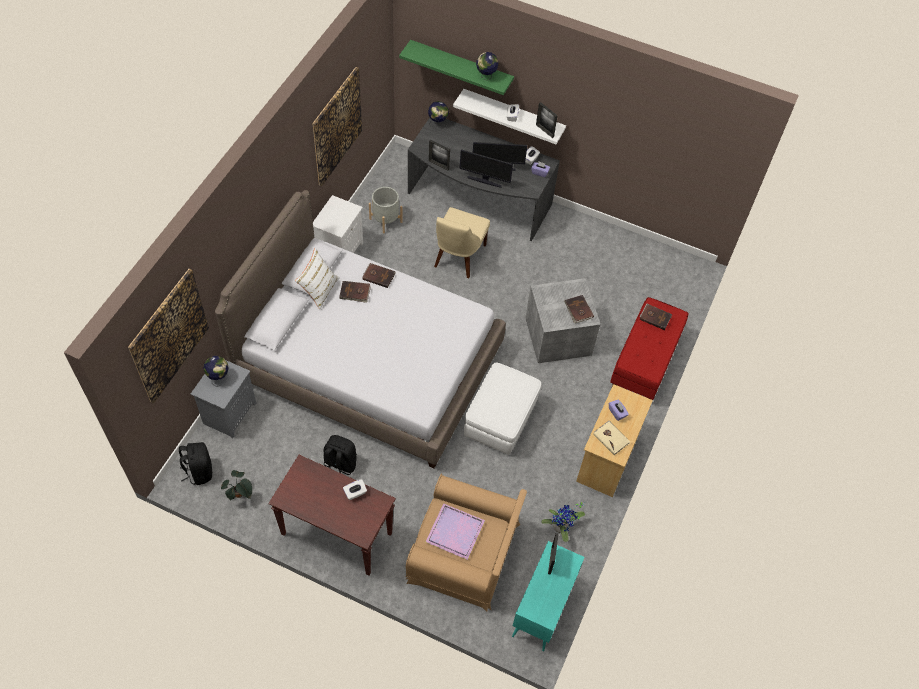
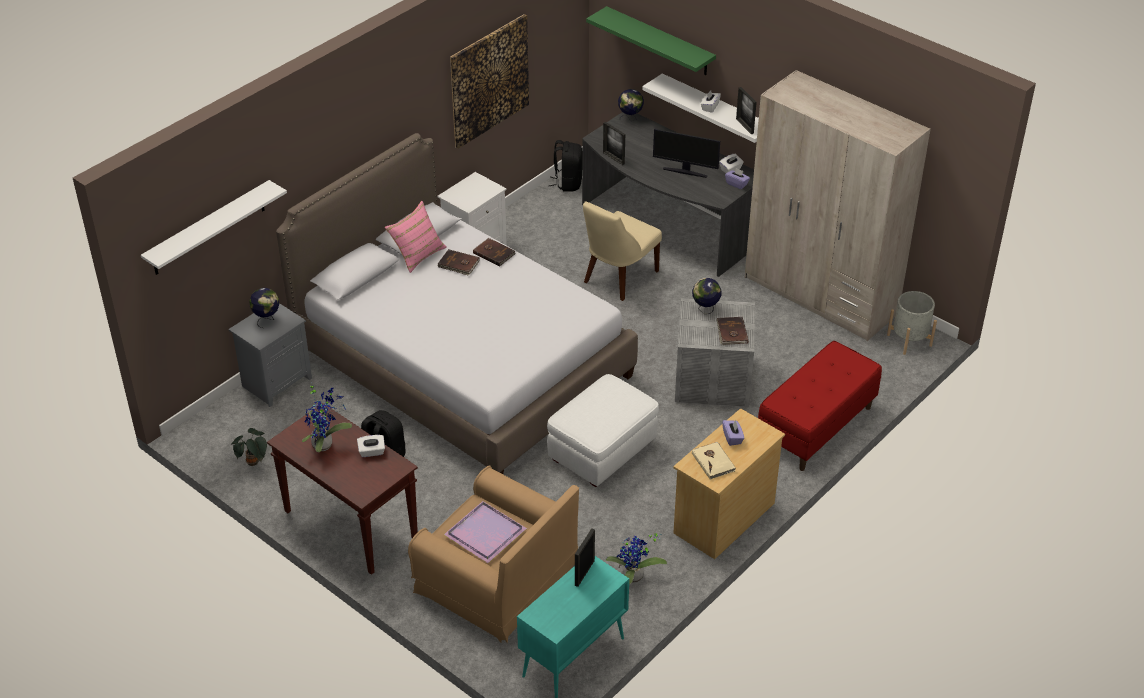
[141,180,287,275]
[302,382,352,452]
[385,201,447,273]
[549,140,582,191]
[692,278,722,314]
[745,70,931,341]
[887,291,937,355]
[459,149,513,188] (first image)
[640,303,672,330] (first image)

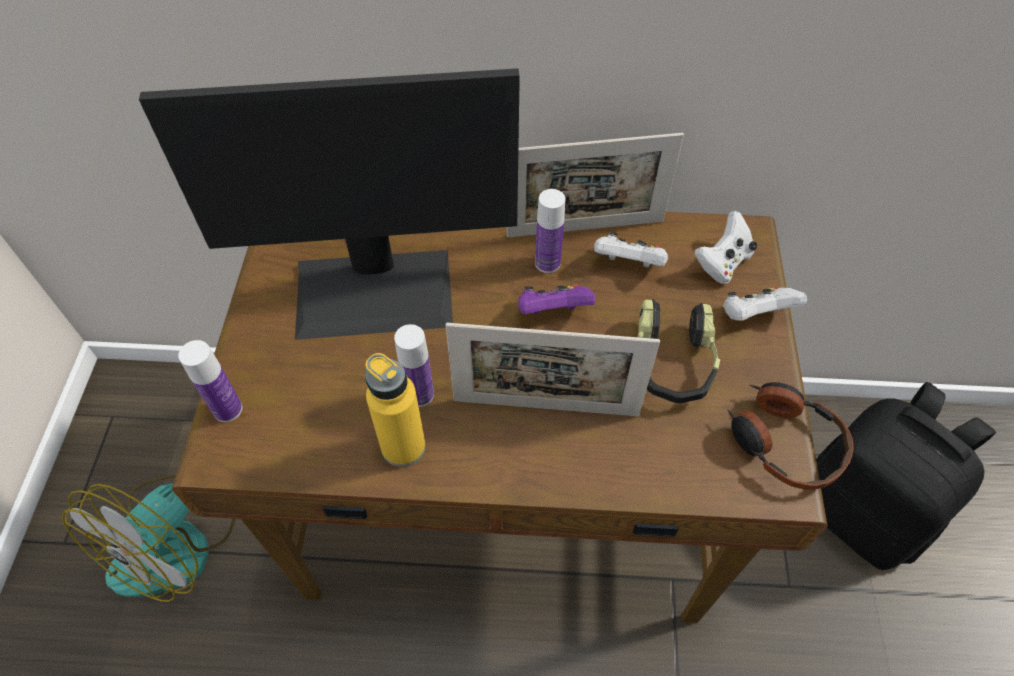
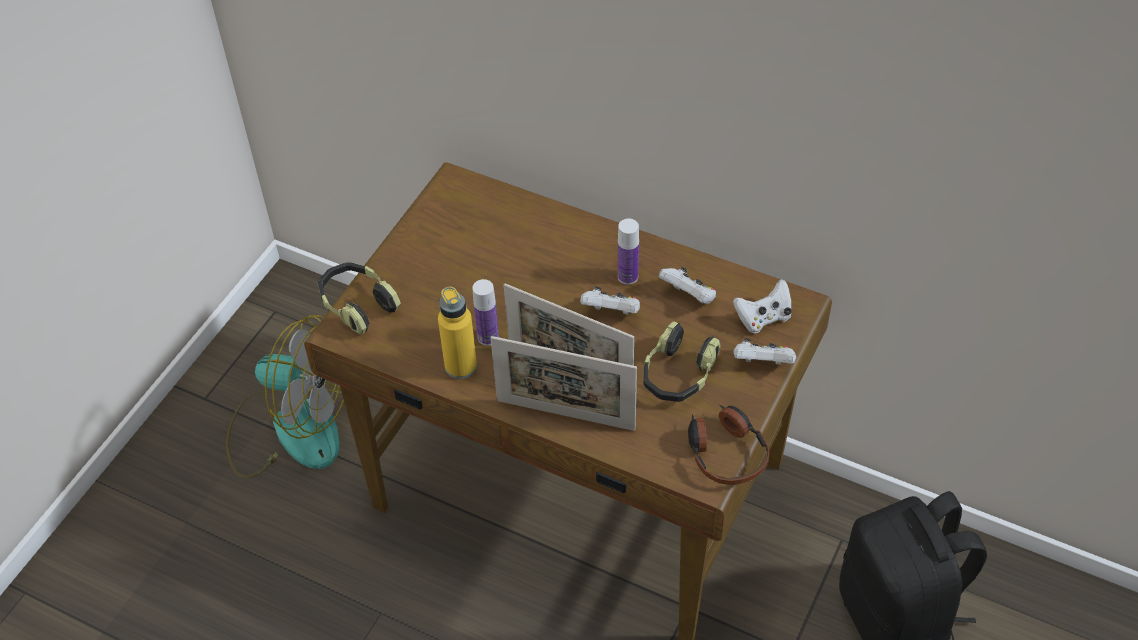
[226,315,344,478]
[317,262,401,335]
[491,336,637,431]
[580,286,640,315]
[139,68,520,340] (first image)

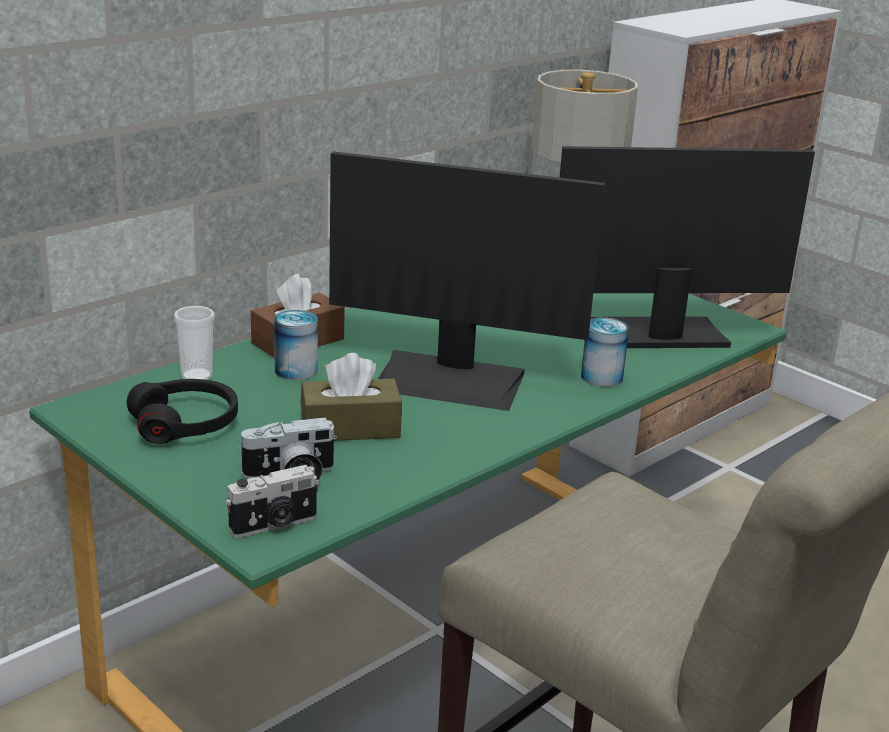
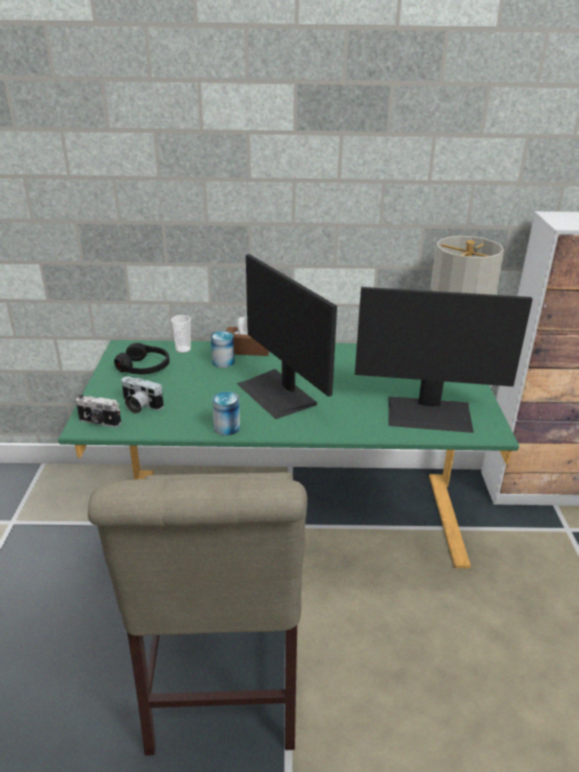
[212,392,240,436]
[355,287,533,433]
[300,353,402,441] (first image)

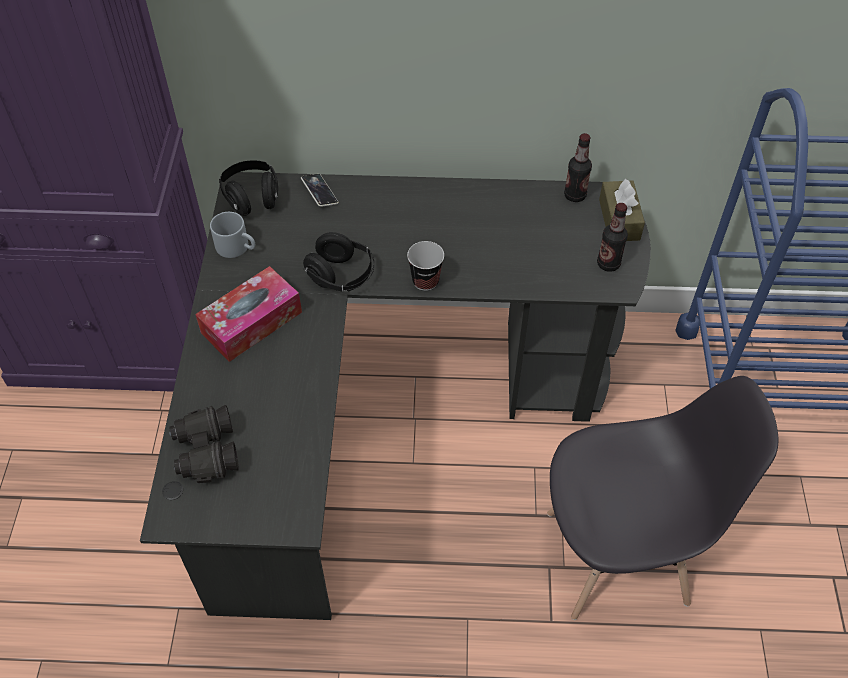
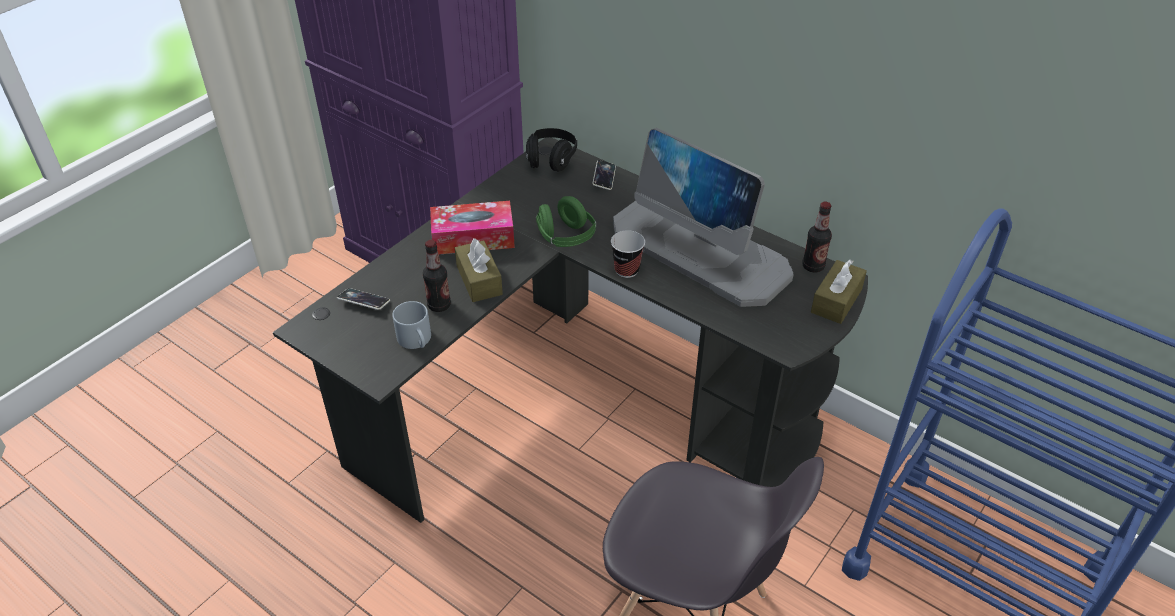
[337,288,390,310]
[392,301,431,349]
[423,240,451,312]
[455,238,503,302]
[536,196,596,247]
[613,128,794,307]

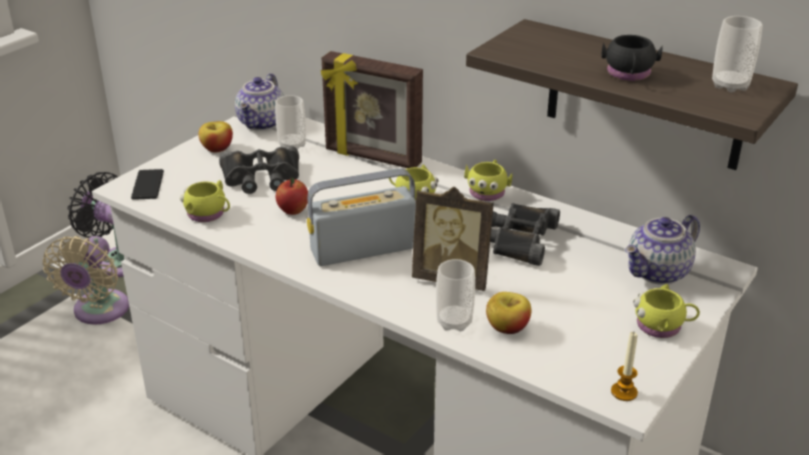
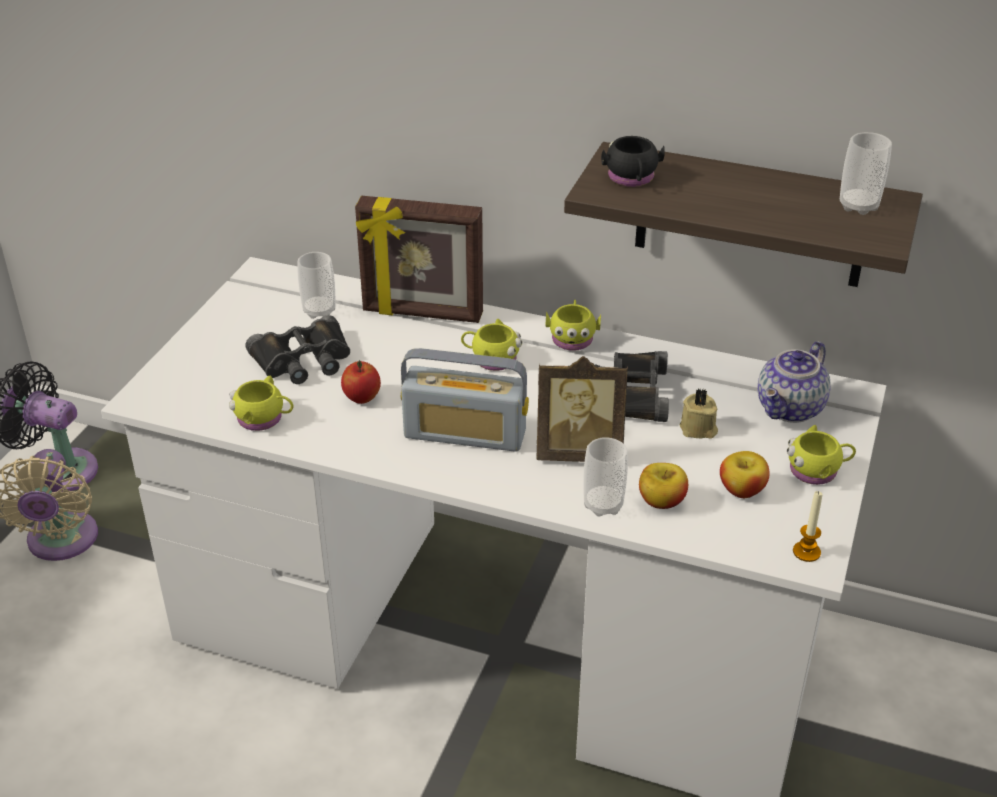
[401,348,529,452]
[601,136,665,187]
[680,388,718,439]
[720,451,770,498]
[131,169,164,200] (first image)
[235,73,284,131] (first image)

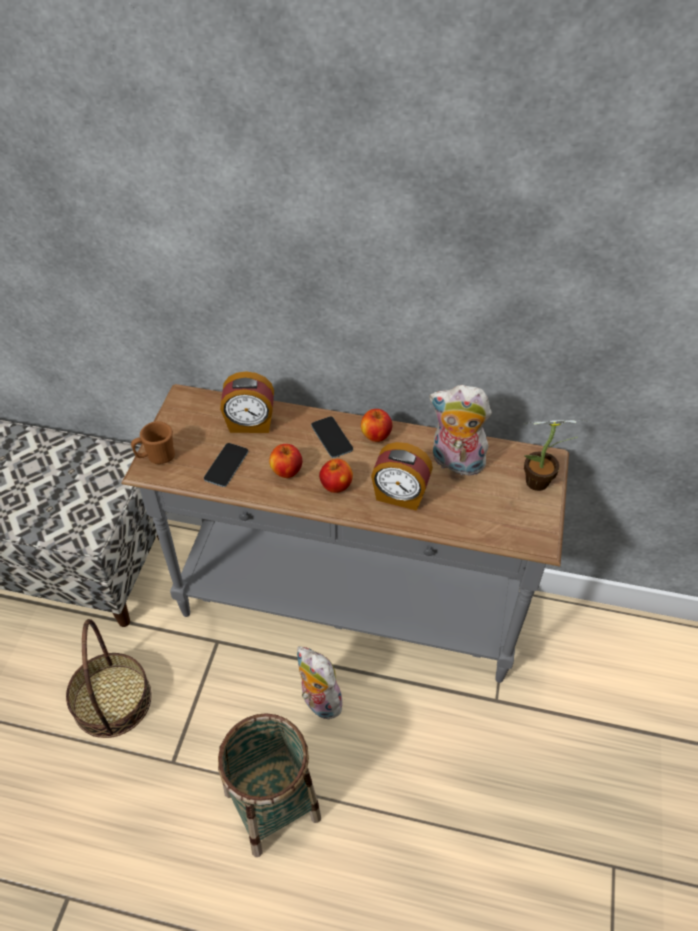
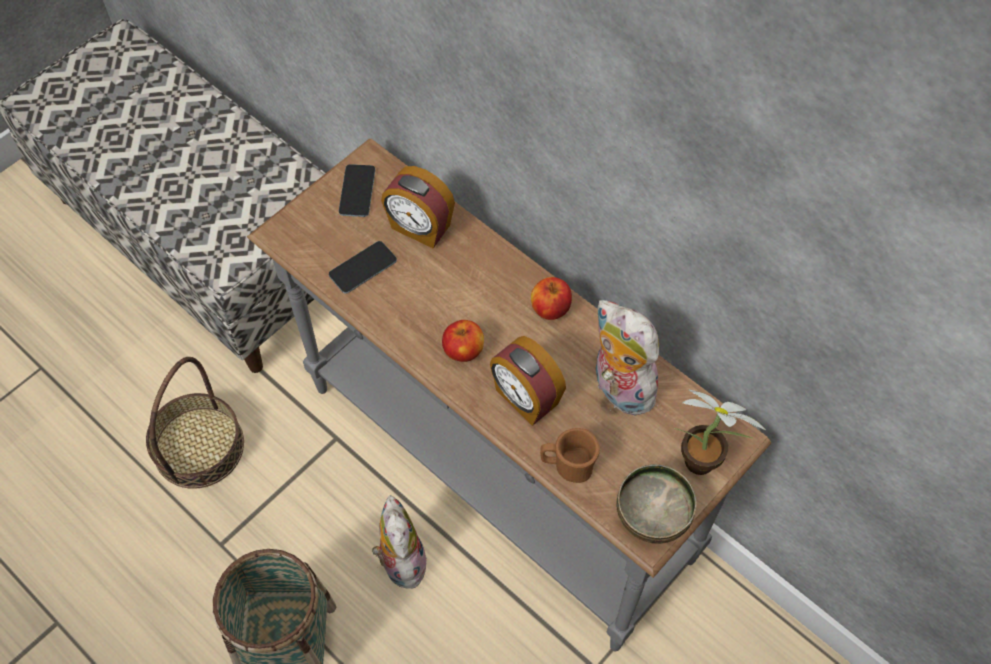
[339,164,375,217]
[540,428,600,483]
[616,464,697,544]
[269,444,302,478] (first image)

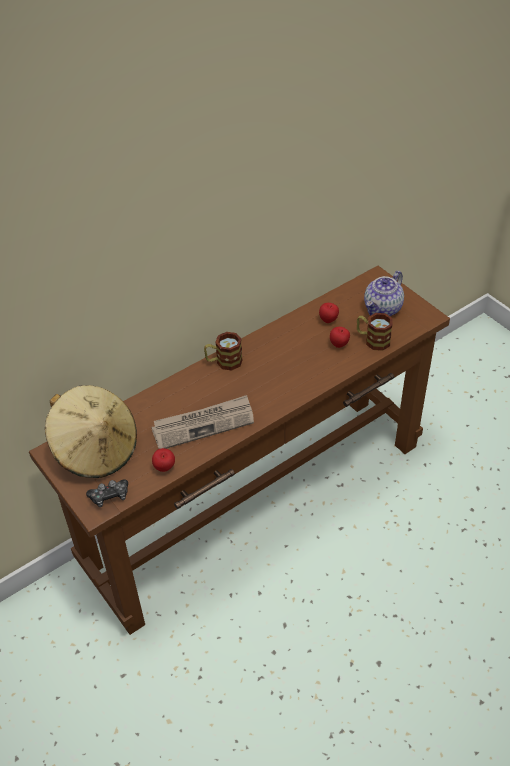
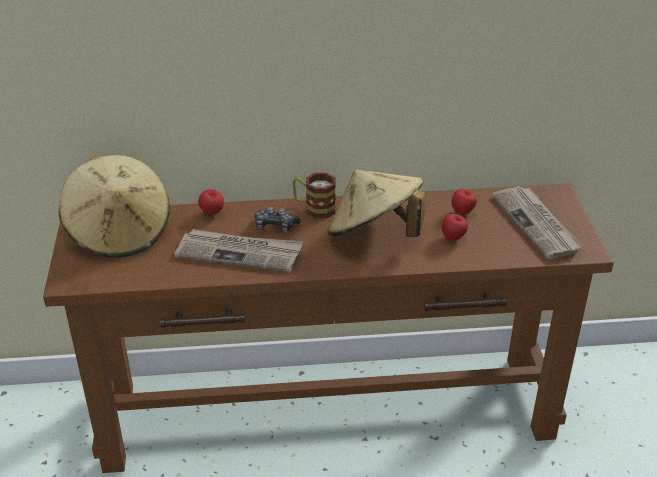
[198,189,224,215]
[255,207,301,232]
[328,170,426,237]
[492,187,584,259]
[357,313,393,351] (first image)

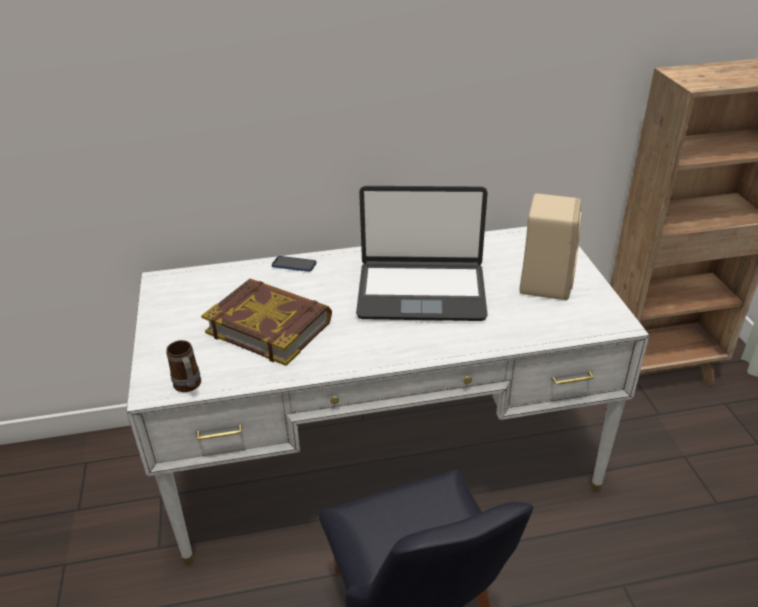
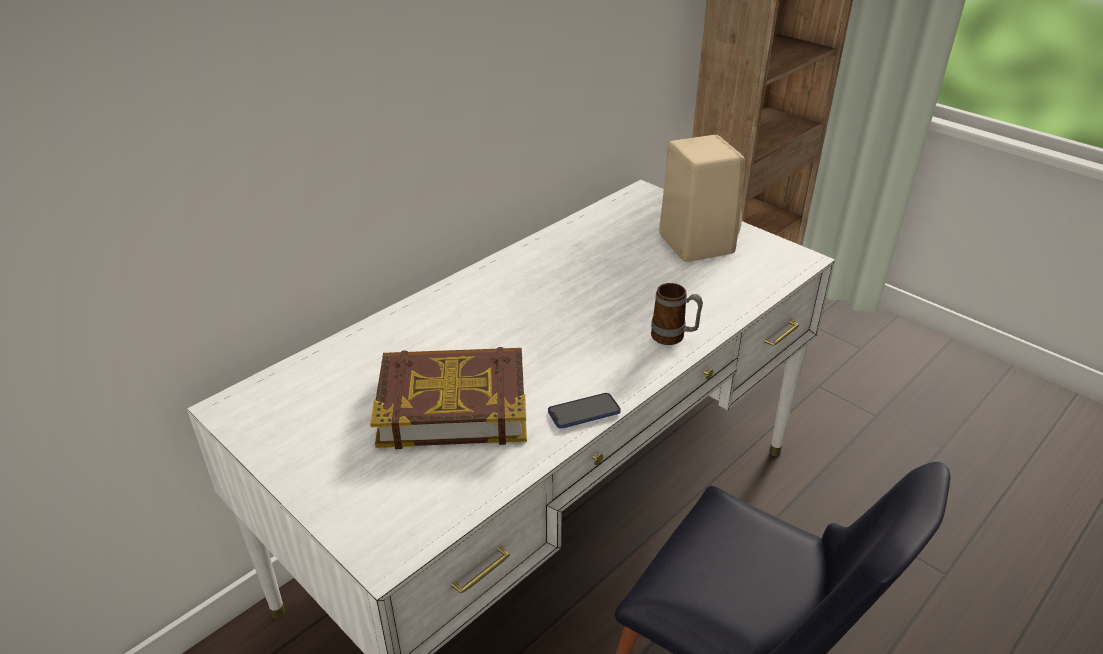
[548,393,621,429]
[651,283,703,345]
[356,186,488,321] (first image)

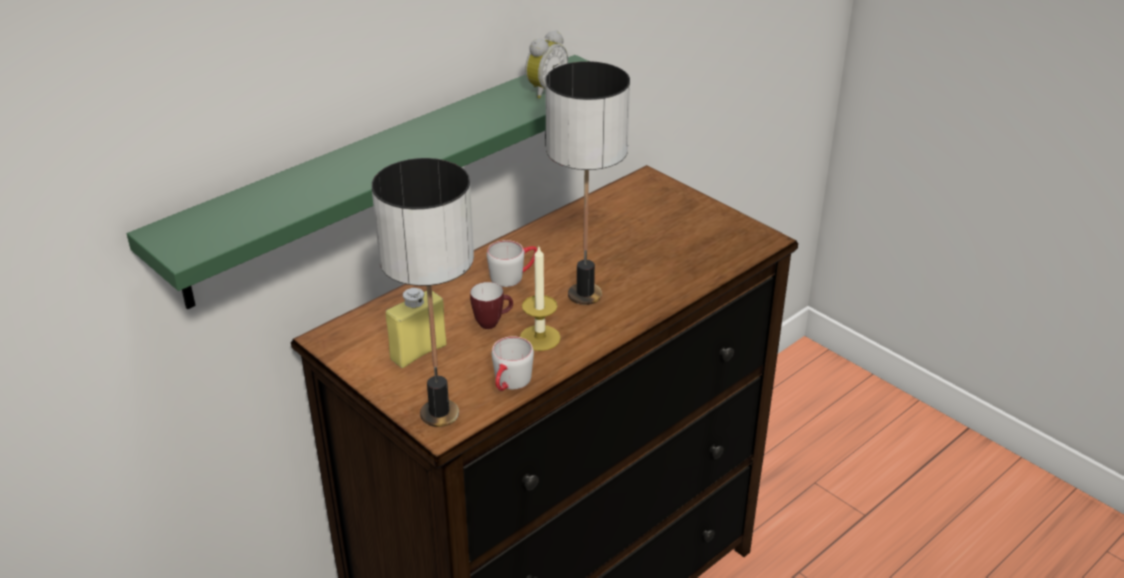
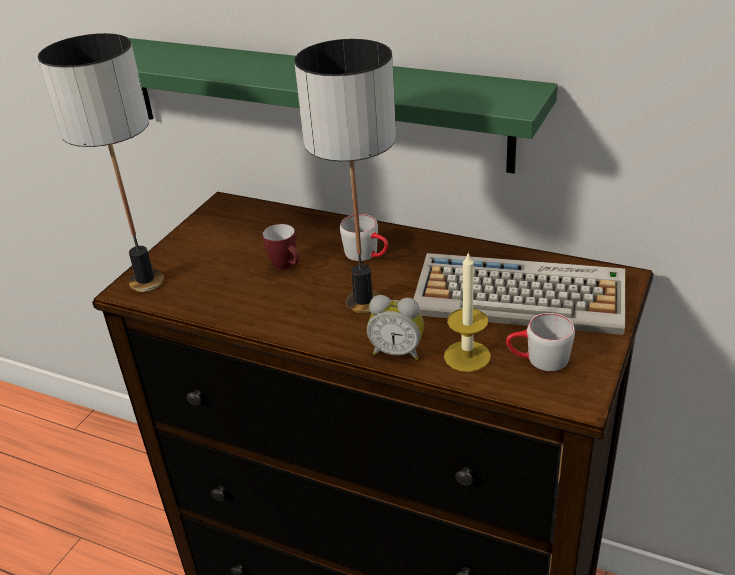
[367,295,424,360]
[414,253,625,335]
[444,252,491,372]
[506,313,575,371]
[386,288,446,368] (first image)

